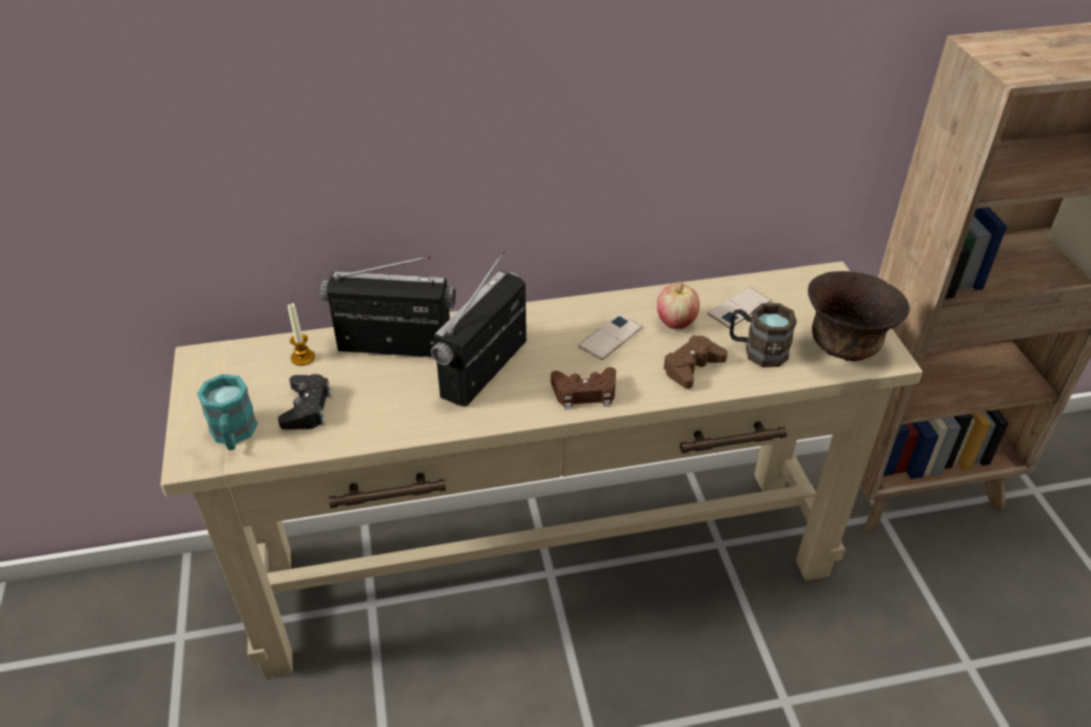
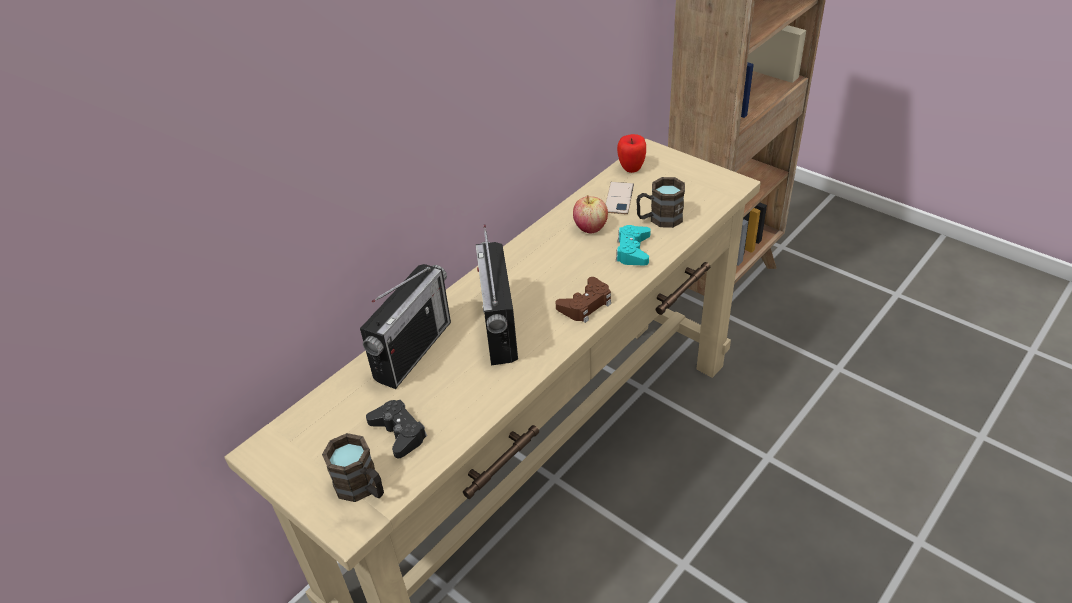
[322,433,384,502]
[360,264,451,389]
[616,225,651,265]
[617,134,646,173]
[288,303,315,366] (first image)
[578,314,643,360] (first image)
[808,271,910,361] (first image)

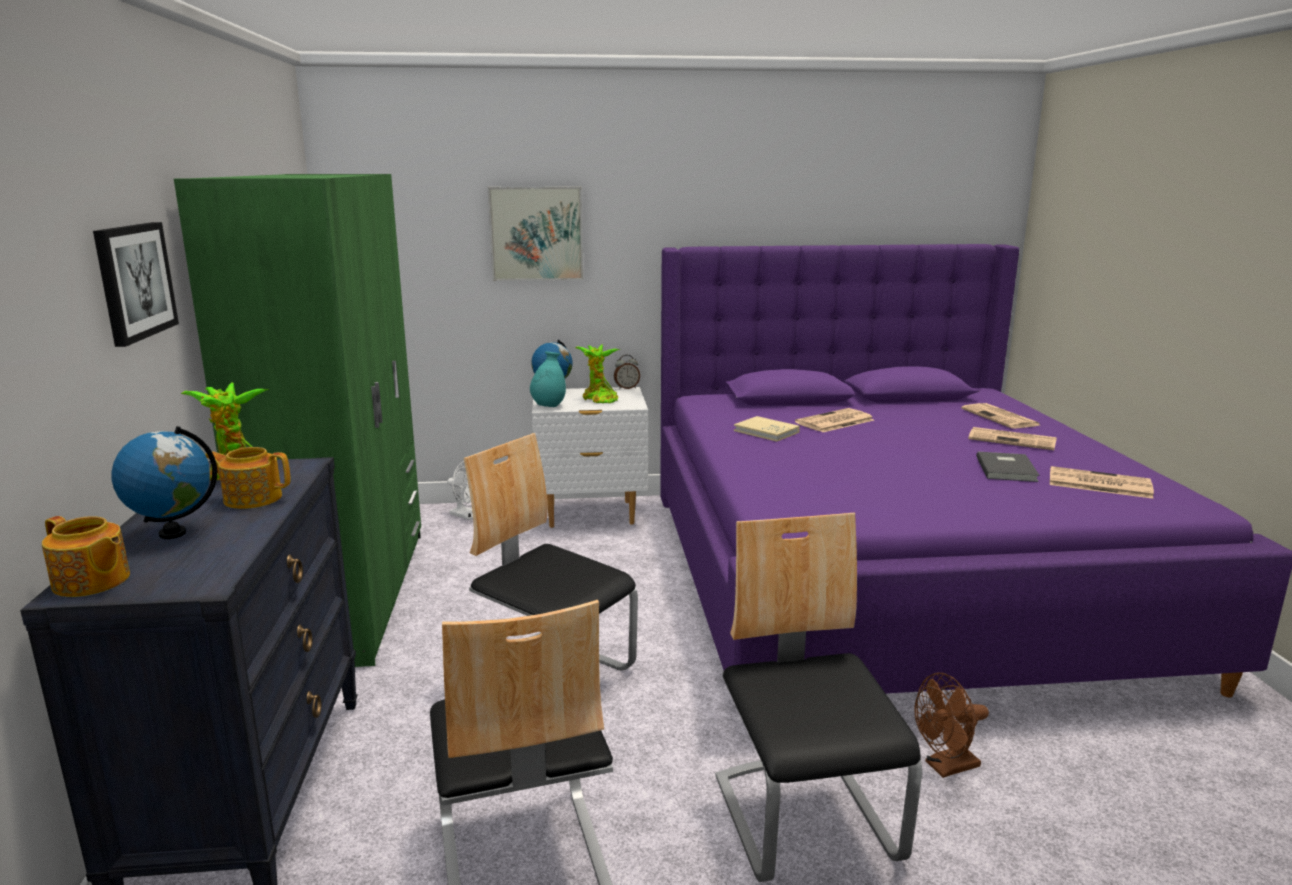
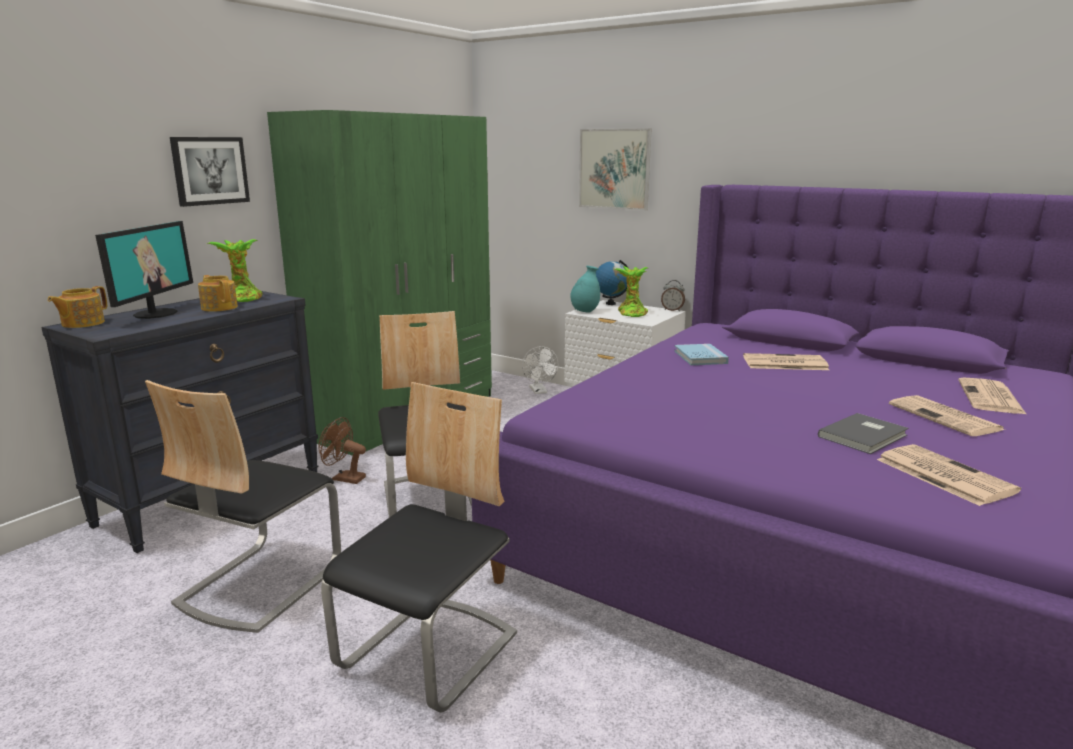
[47,286,107,328]
[95,221,193,319]
[318,417,366,484]
[675,344,729,365]

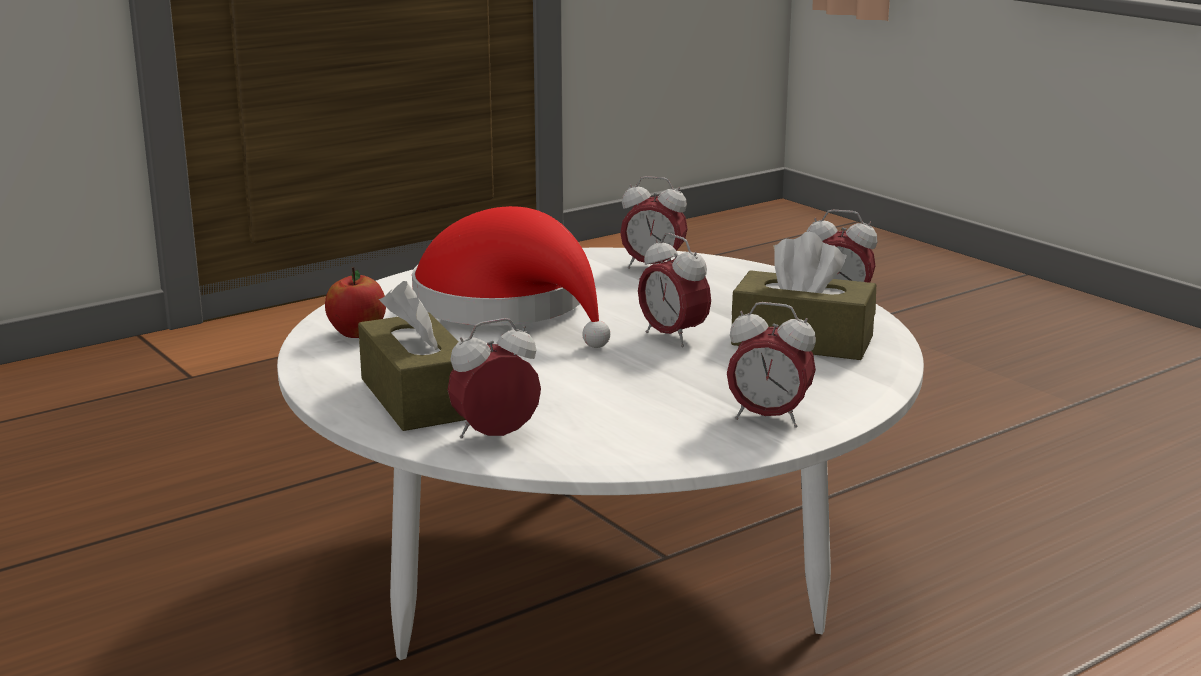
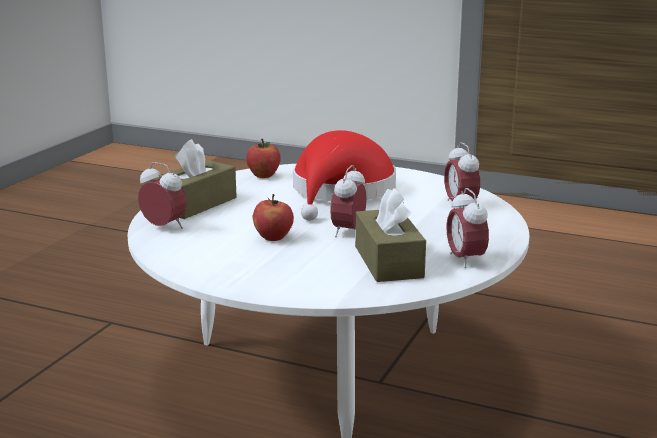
[252,194,294,241]
[727,302,816,428] (first image)

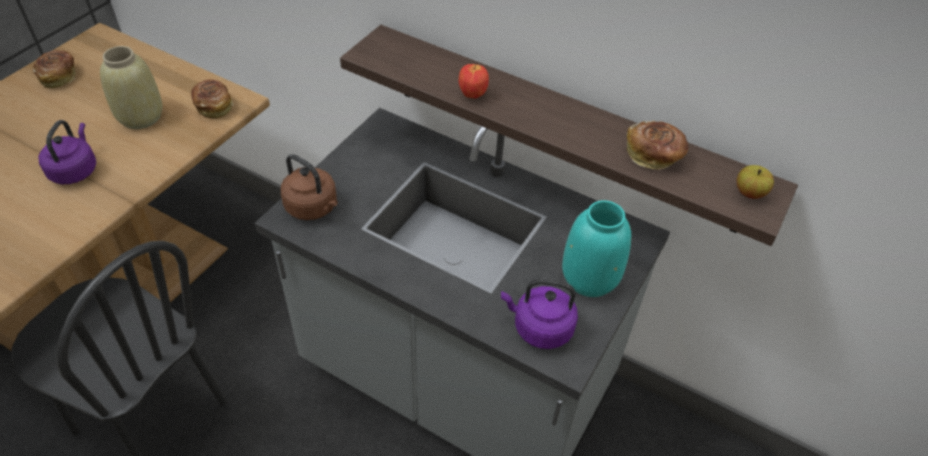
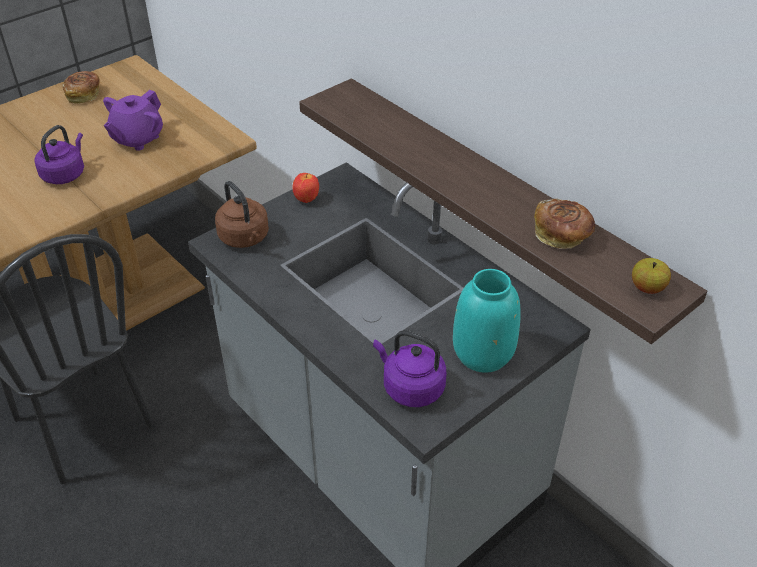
[103,90,163,151]
[293,173,319,203]
[191,79,233,119] (first image)

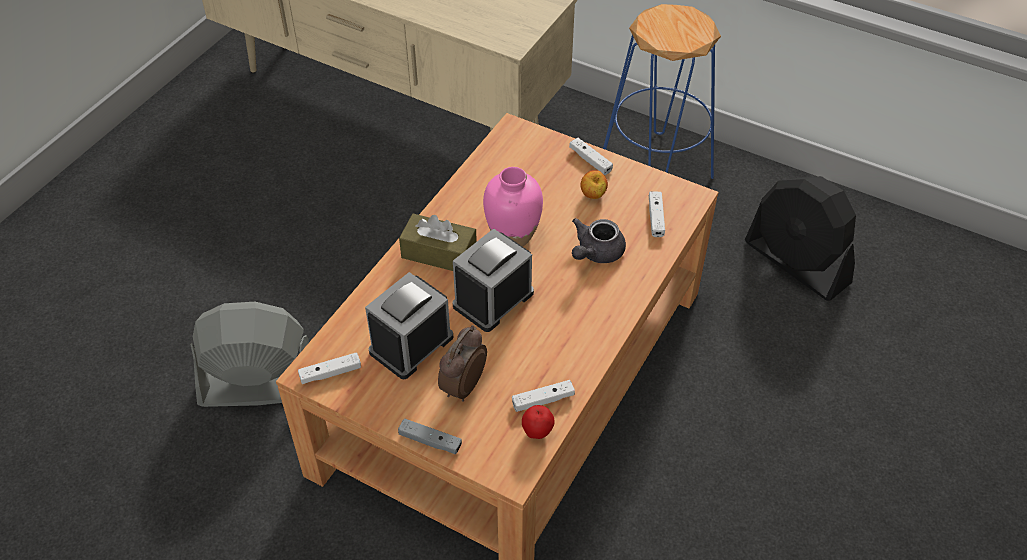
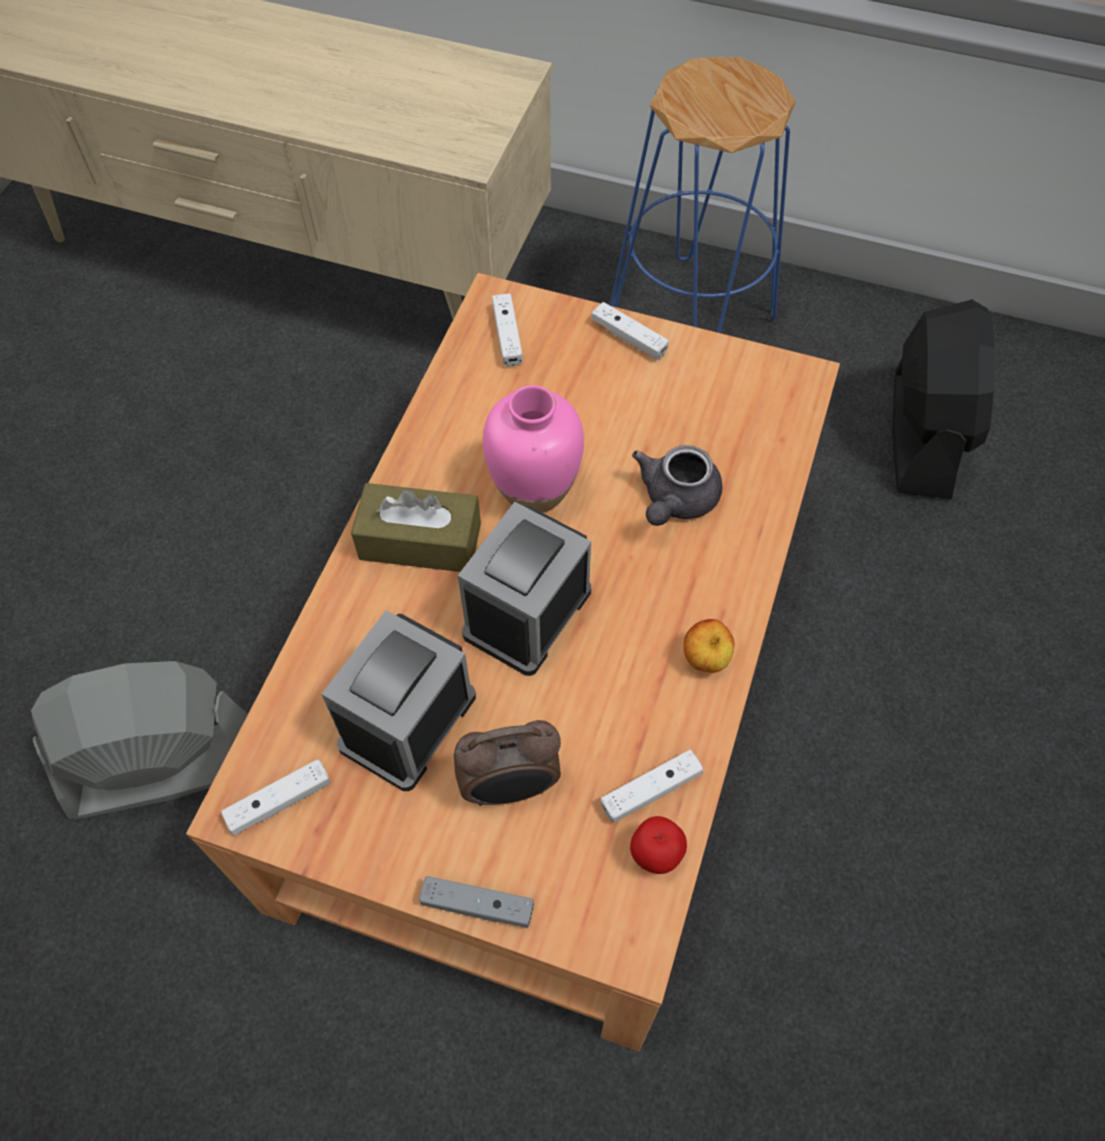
[454,720,561,806]
[492,294,523,367]
[684,619,734,673]
[892,299,995,499]

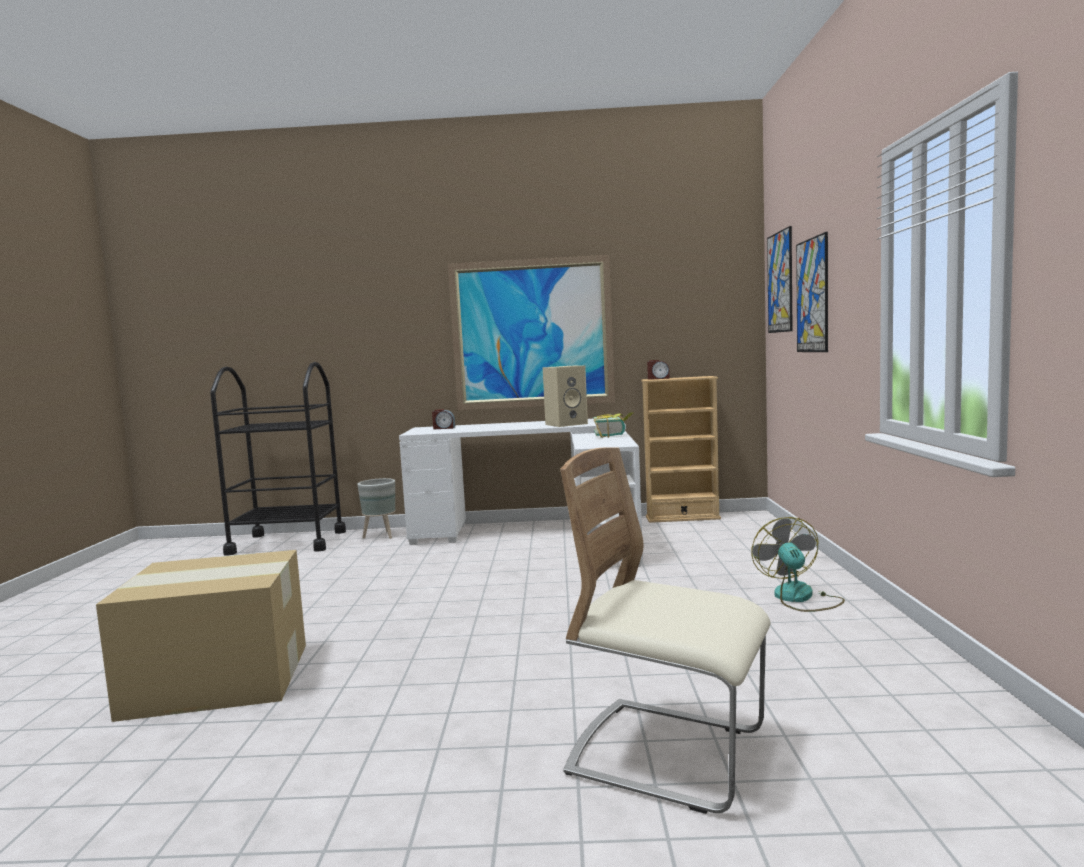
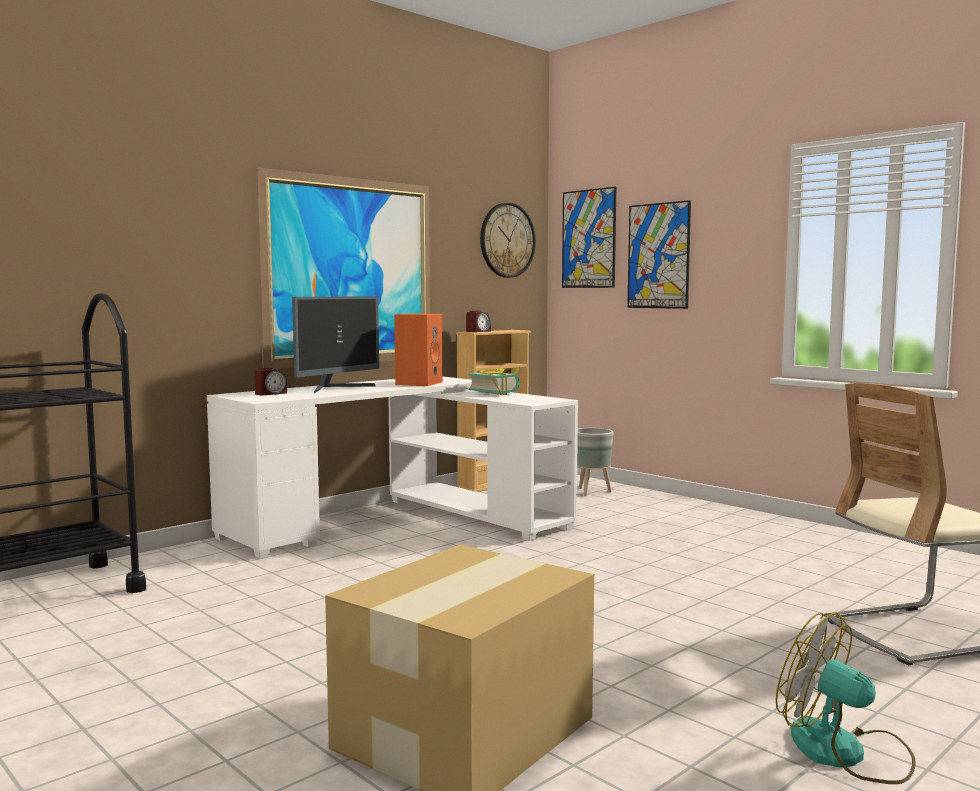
[292,296,379,393]
[394,313,443,386]
[480,203,536,278]
[577,428,614,496]
[776,612,916,784]

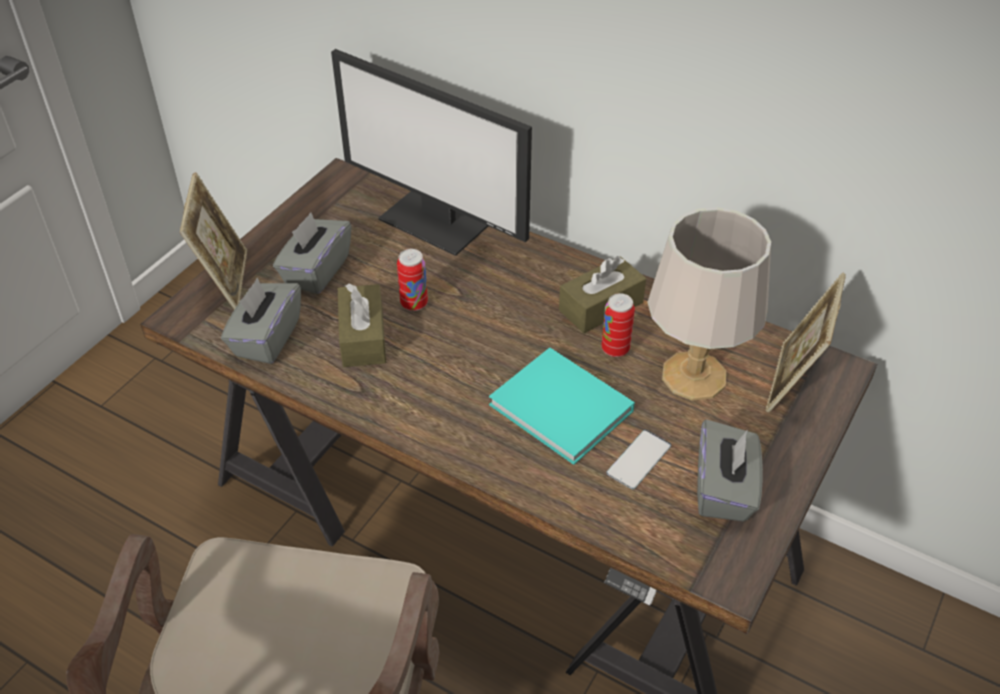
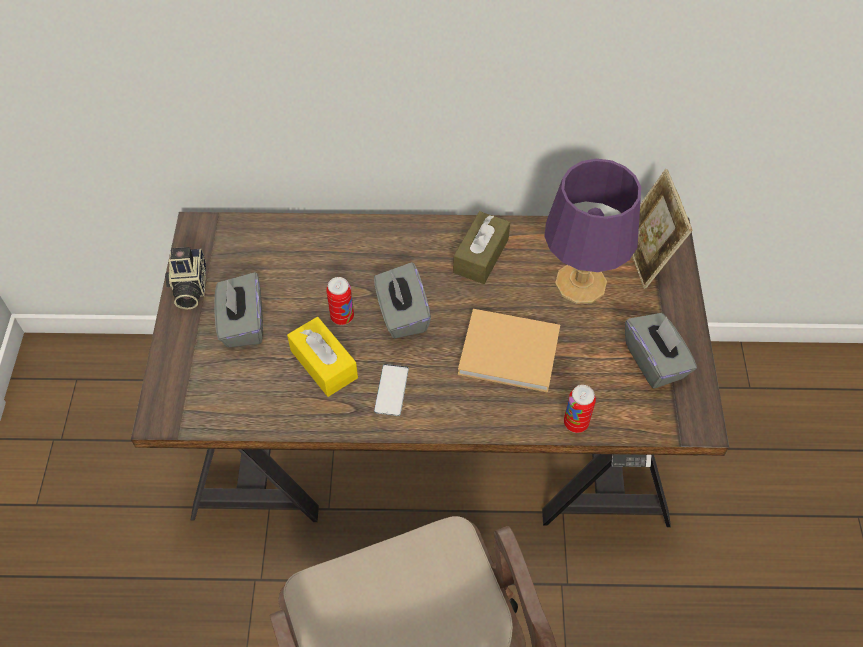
[165,247,206,310]
[287,317,358,397]
[374,262,431,338]
[374,364,409,416]
[458,309,560,393]
[544,159,641,304]
[564,385,596,433]
[180,172,247,310] (first image)
[331,49,532,256] (first image)

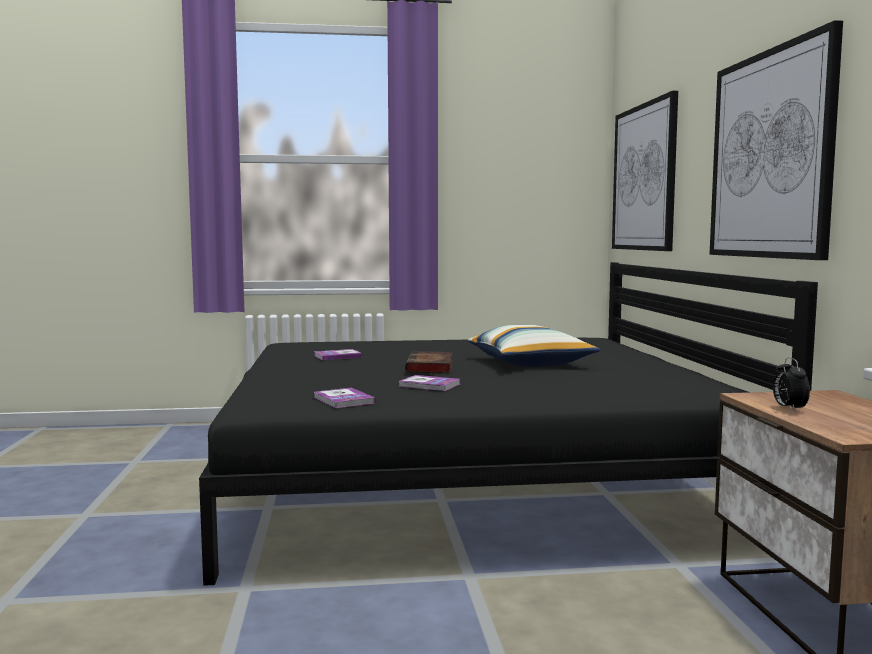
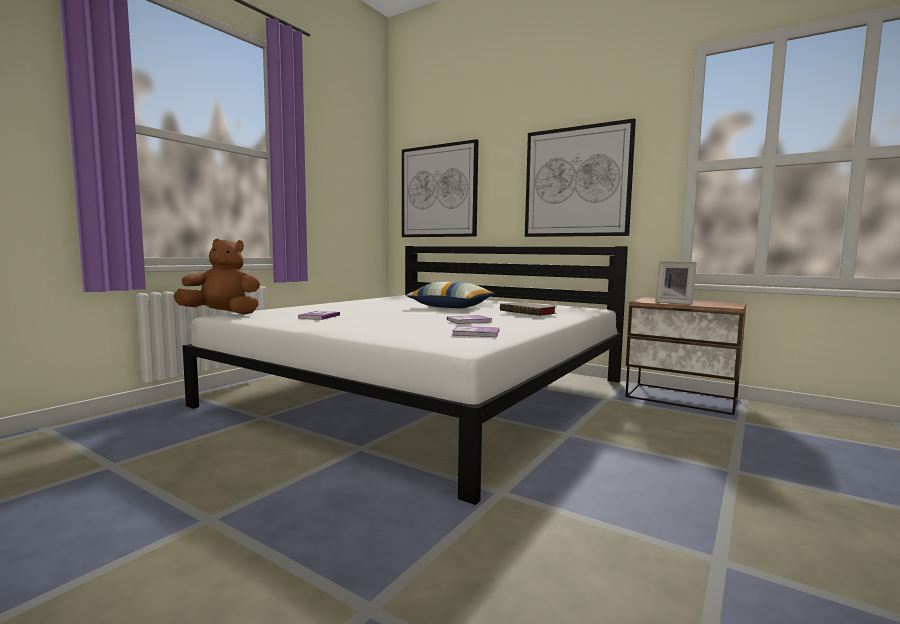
[173,238,260,315]
[182,246,628,505]
[500,302,557,316]
[655,261,697,305]

